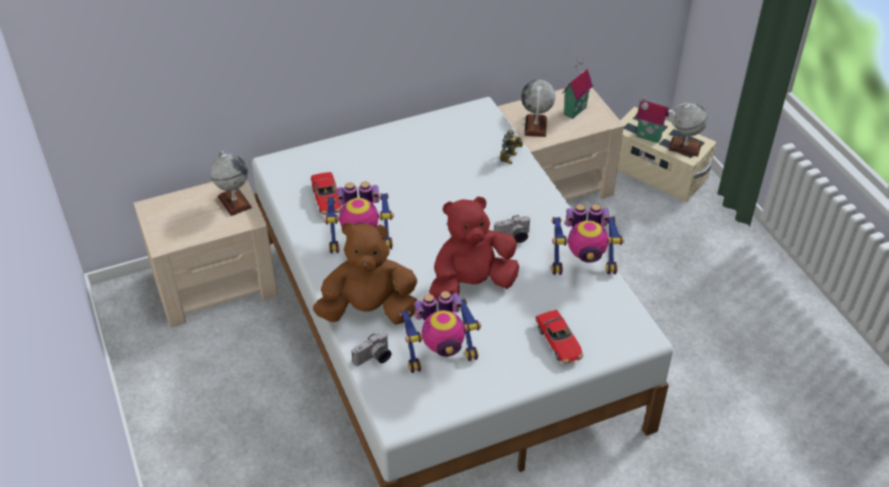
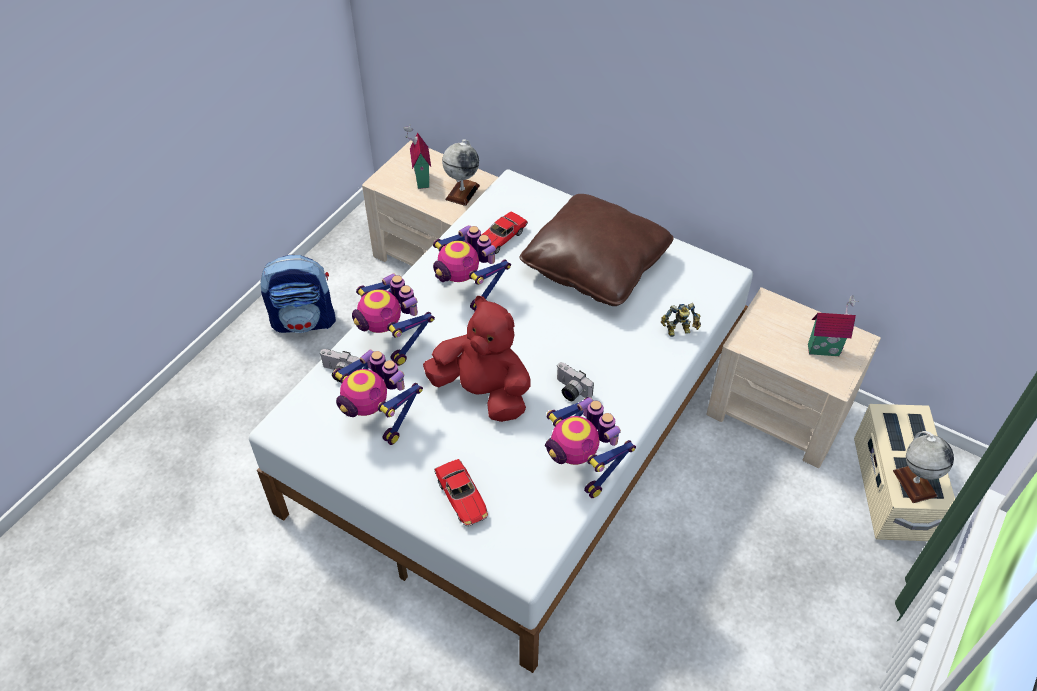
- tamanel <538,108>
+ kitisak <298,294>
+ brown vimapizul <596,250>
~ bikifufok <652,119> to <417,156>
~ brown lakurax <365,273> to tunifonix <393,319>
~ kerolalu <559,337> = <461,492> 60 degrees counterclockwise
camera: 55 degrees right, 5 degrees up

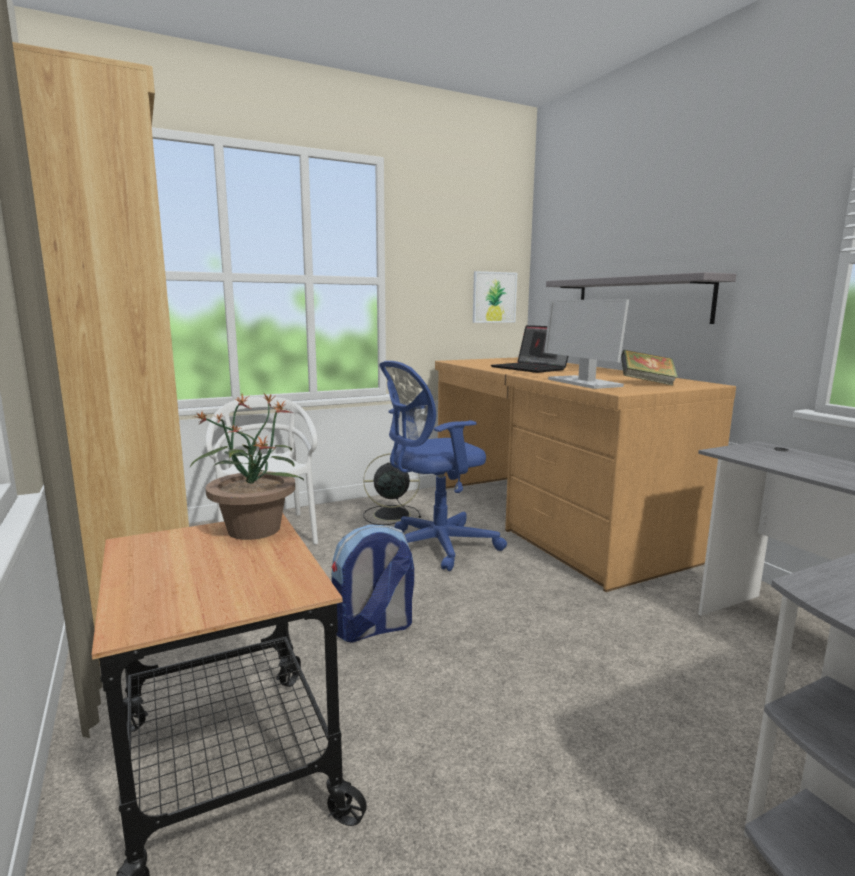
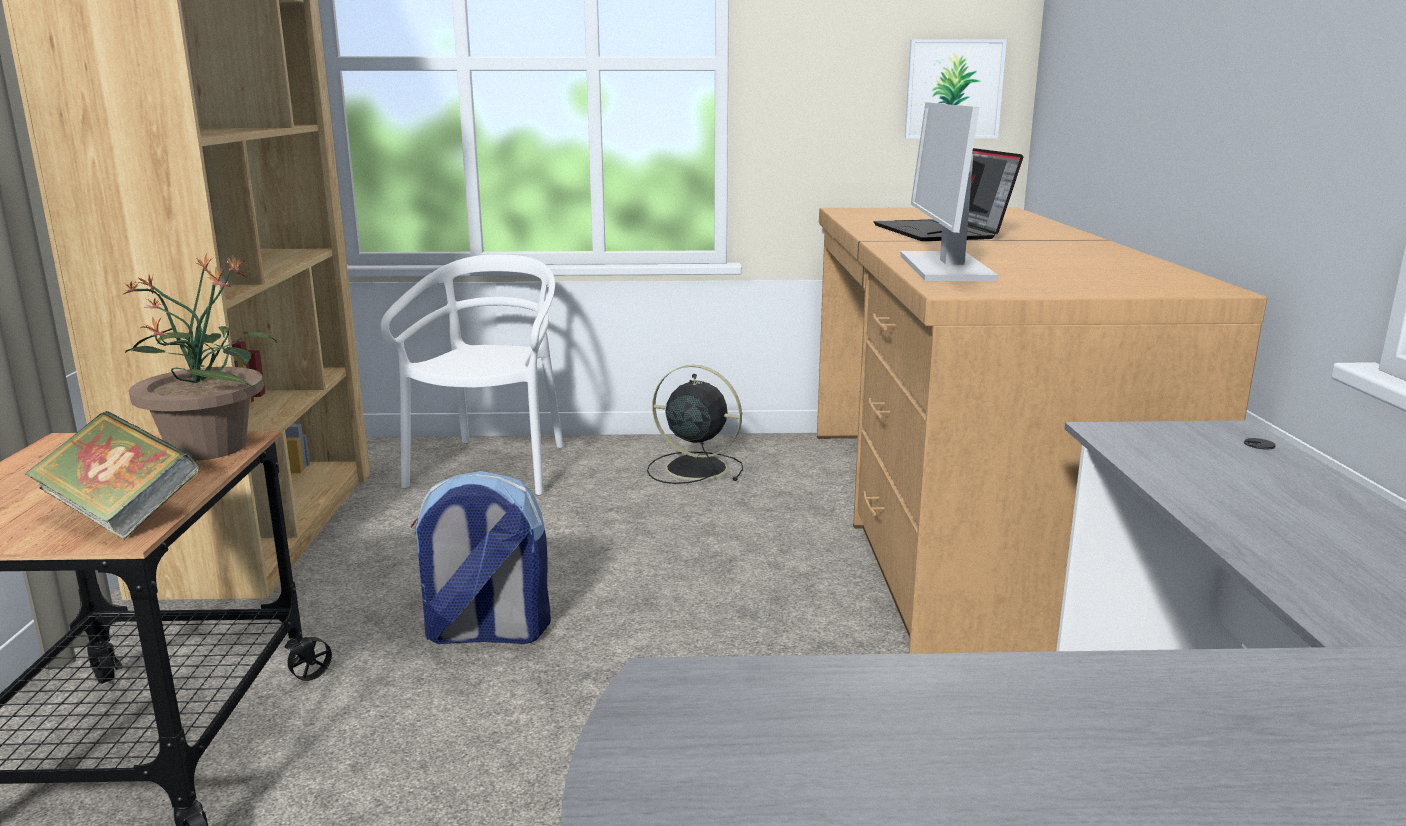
- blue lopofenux <443,466>
- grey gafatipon <641,298>
~ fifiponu <649,368> to <112,475>
camera: 25 degrees right, 5 degrees up

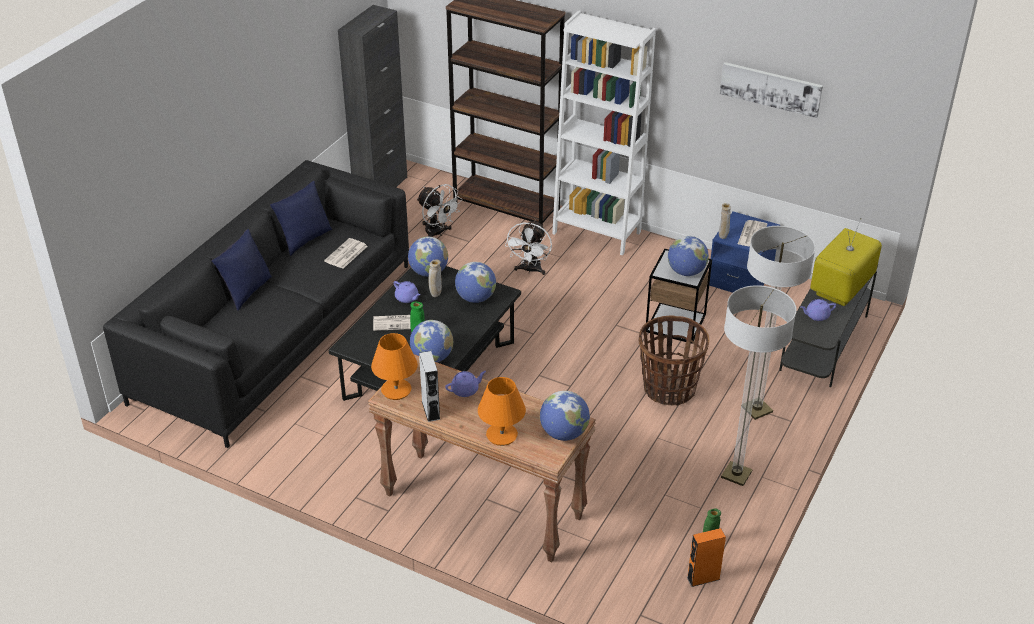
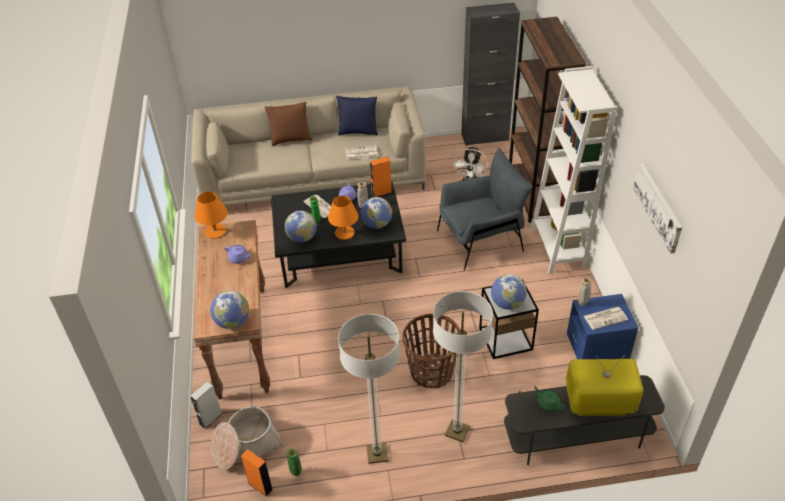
+ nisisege <247,438>
~ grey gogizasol <429,386> to <206,405>
~ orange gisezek <502,411> to <343,218>
~ tamanel <428,257> to orange gogizasol <381,177>
~ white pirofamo <528,247> to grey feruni <485,209>
~ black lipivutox <256,304> to beige lipivutox <308,146>
~ blue vimapizul <242,270> to brown vimapizul <288,124>
~ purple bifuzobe <818,310> to green bifuzobe <549,399>
camera: 55 degrees right, 5 degrees up

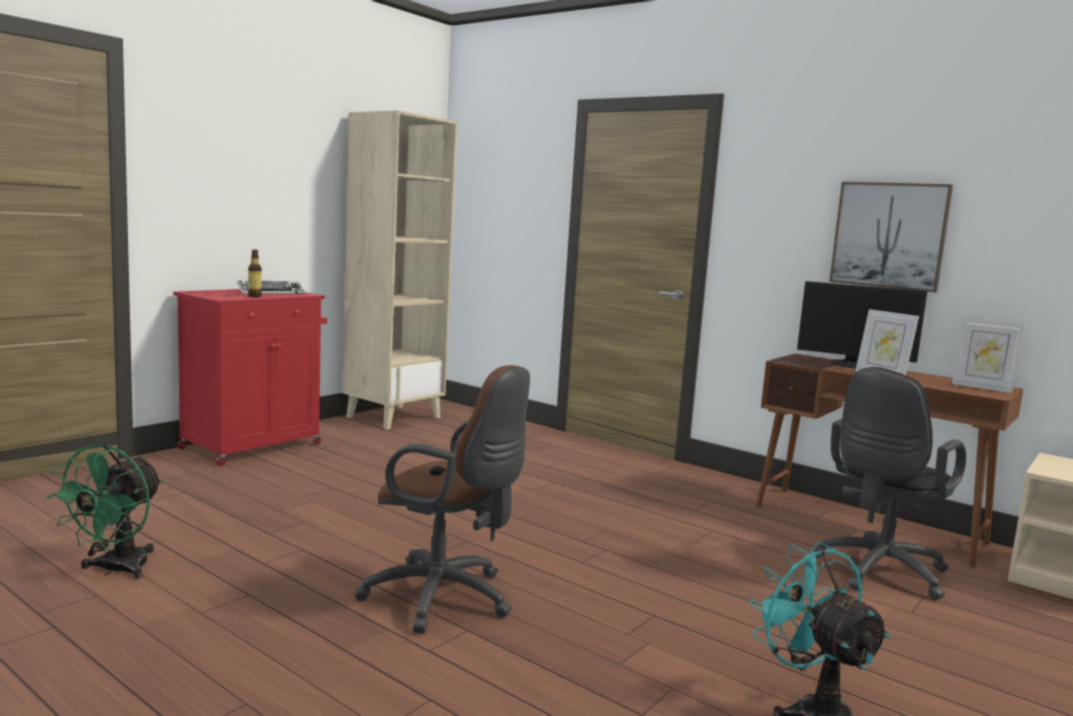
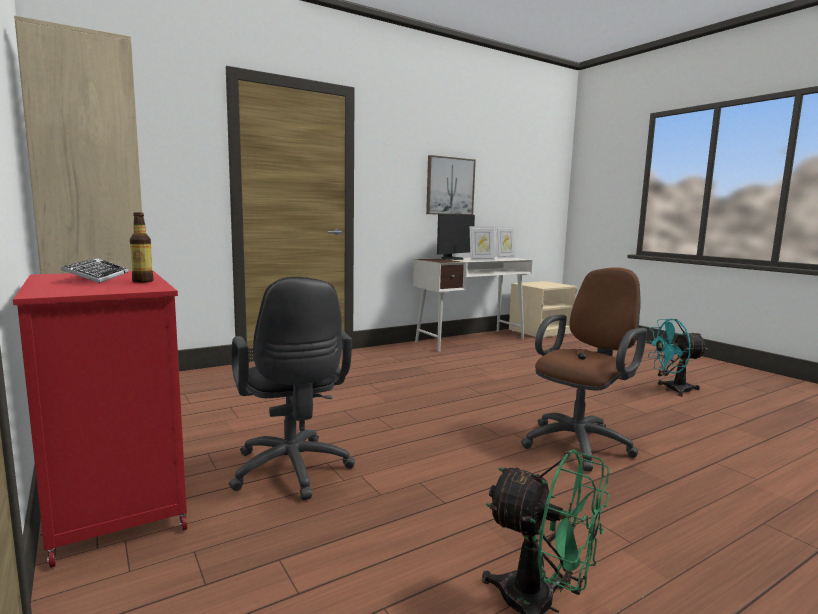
~ black lopofenux <889,483> to <292,388>
~ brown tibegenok <889,460> to white tibegenok <473,304>
camera: 70 degrees left, 0 degrees up

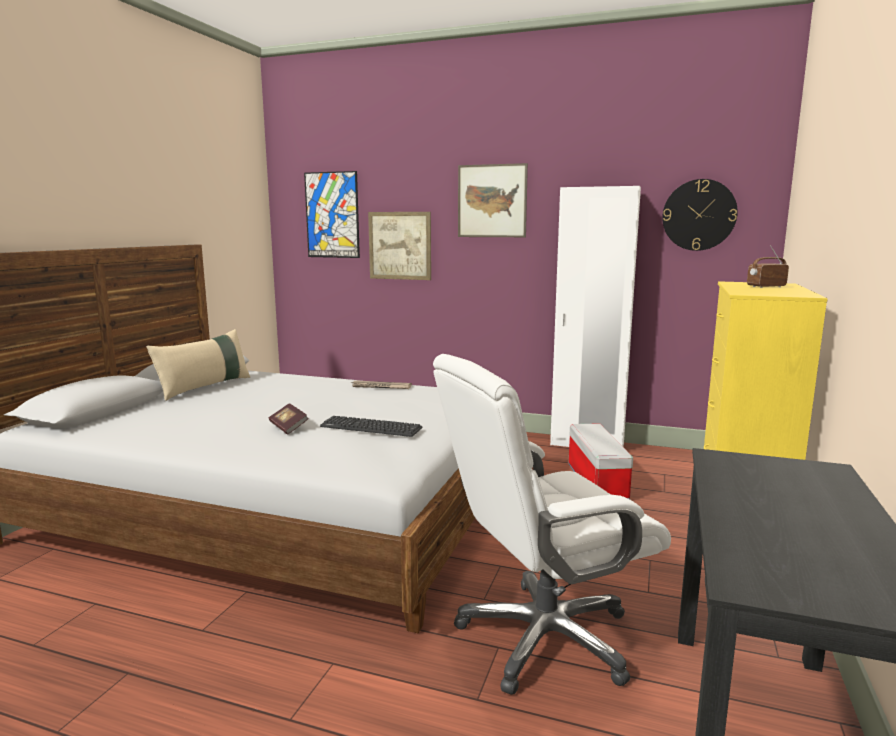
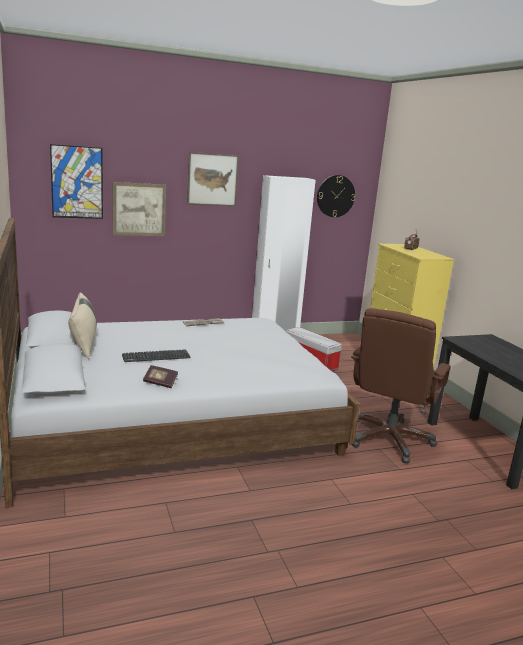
~ fifiponu <289,418> to <160,376>
~ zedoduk <371,426> to <156,355>
~ white lopofenux <552,524> to brown lopofenux <401,385>
camera: 40 degrees left, 5 degrees up

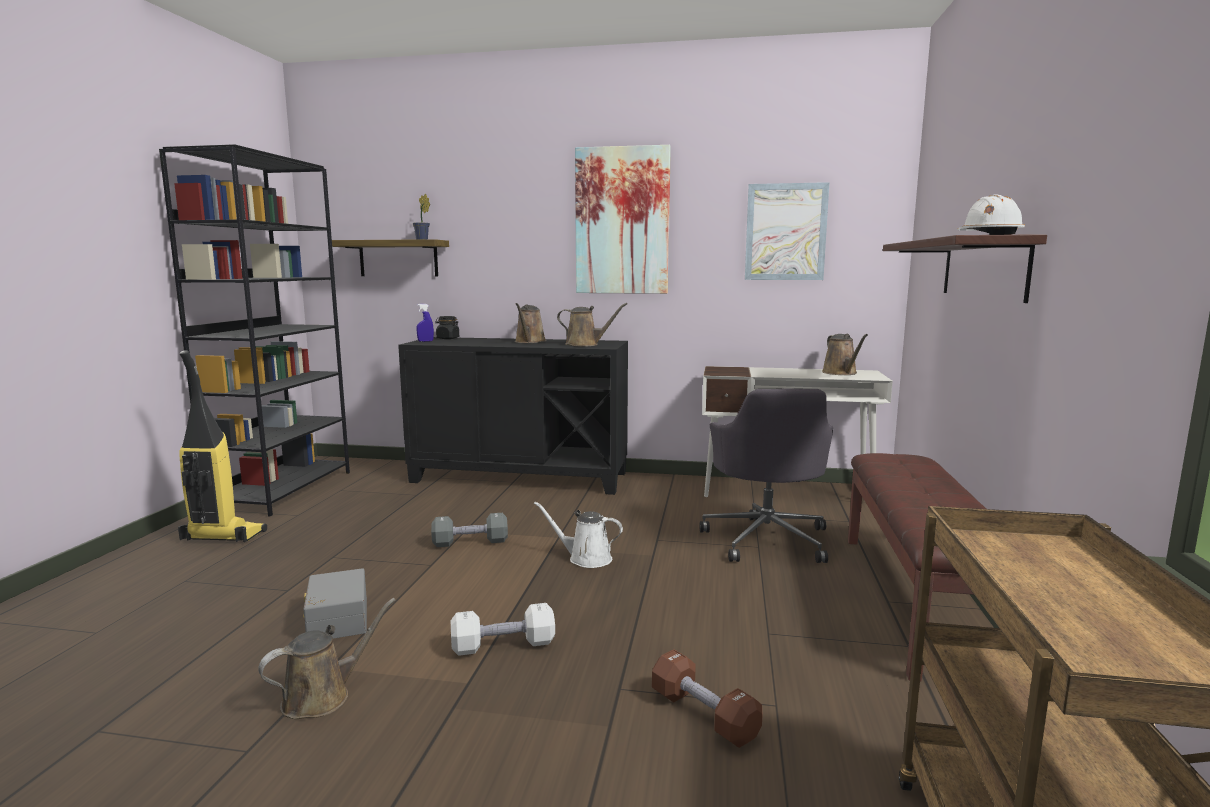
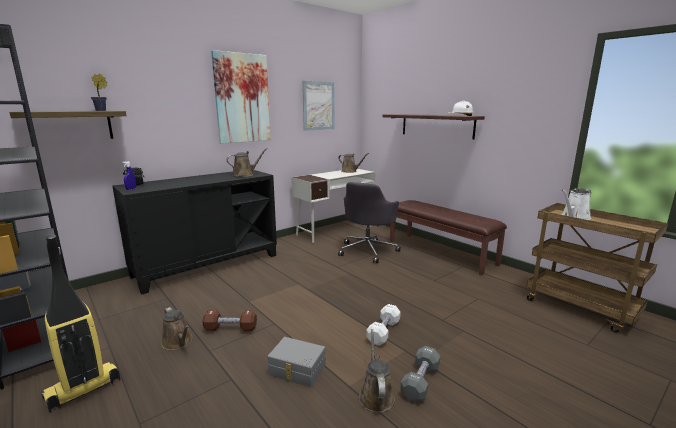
~ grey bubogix <469,530> to <420,374>
~ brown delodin <530,323> to <177,328>
~ white delodin <578,535> to <576,204>
~ brown bubogix <707,698> to <229,320>
~ grey lopofenux <766,475> = <369,222> 75 degrees clockwise
camera: 50 degrees left, 5 degrees up

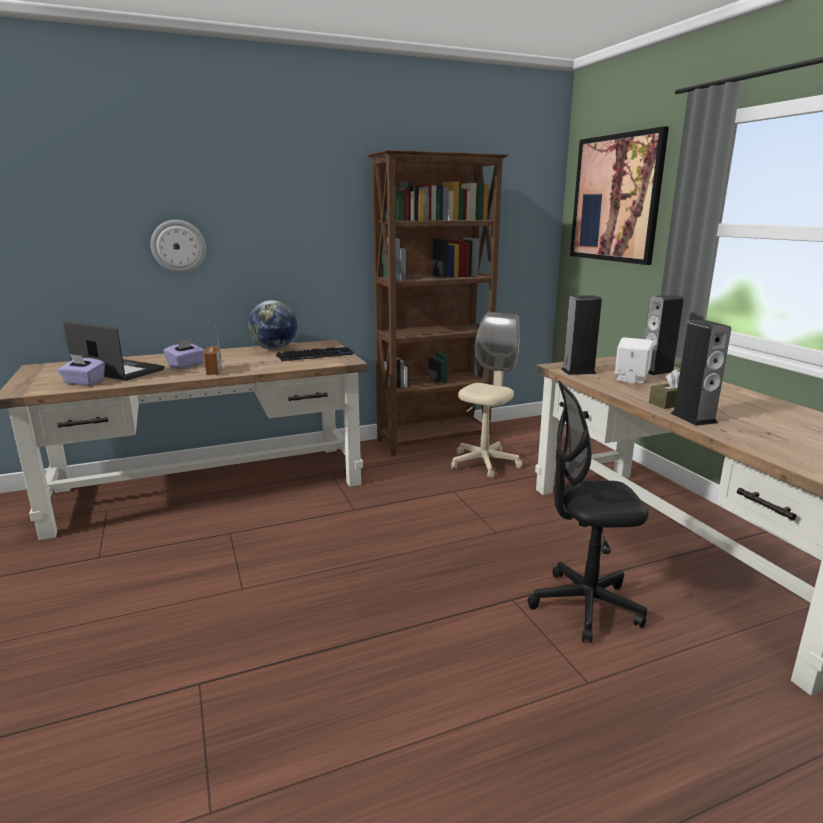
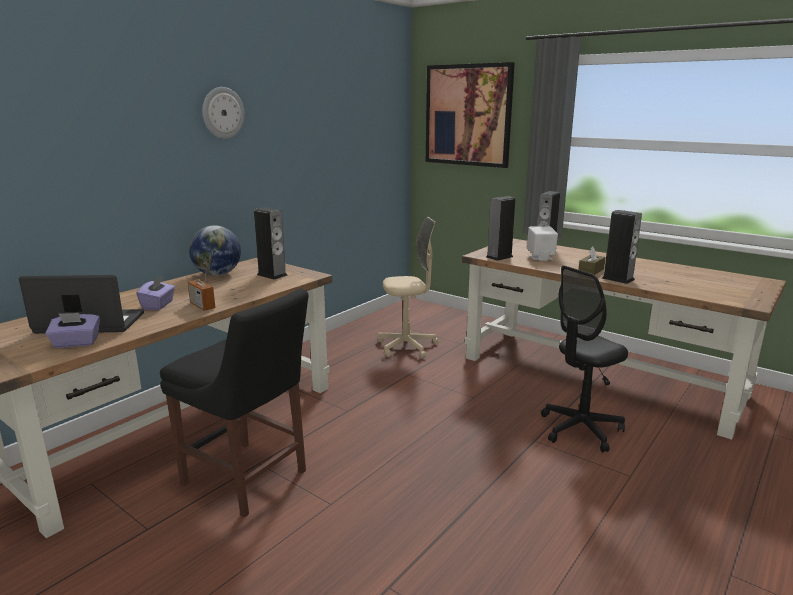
- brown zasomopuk <438,303>
+ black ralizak <234,403>
~ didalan <178,246> to <223,113>
~ zedoduk <315,354> to gogizasol <271,244>
~ beige lopofenux <486,395> = <408,288> 75 degrees clockwise
camera: 30 degrees left, 0 degrees up

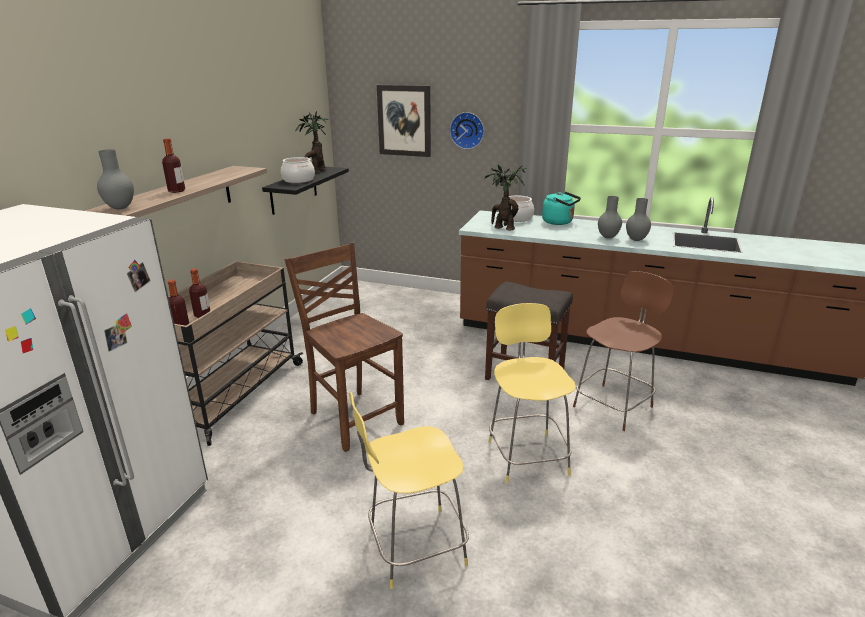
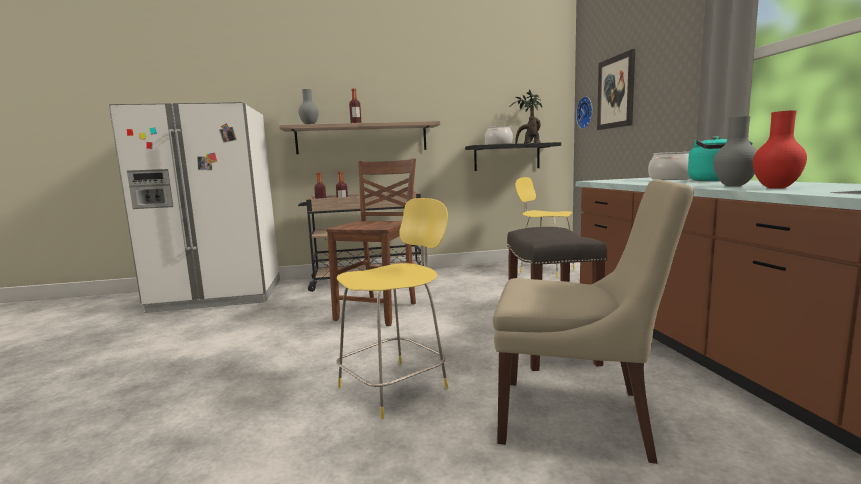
- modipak <505,198>
~ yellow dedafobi <409,490> to <545,227>
~ didalan <467,130> to <584,112>
~ brown dedafobi <623,351> to beige ralizak <593,321>
~ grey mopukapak <638,219> to red mopukapak <780,149>
camera: 60 degrees right, 15 degrees down

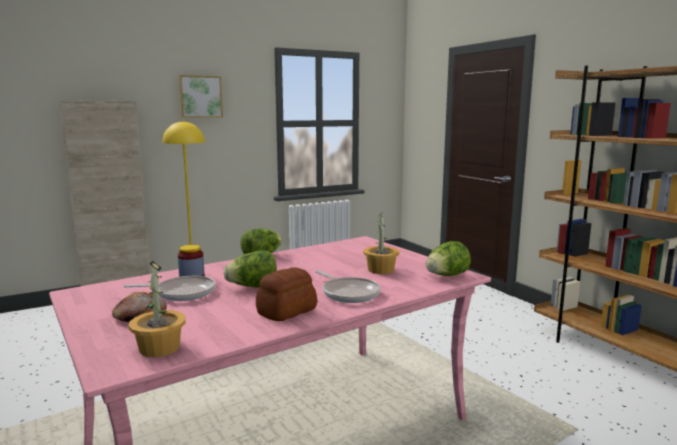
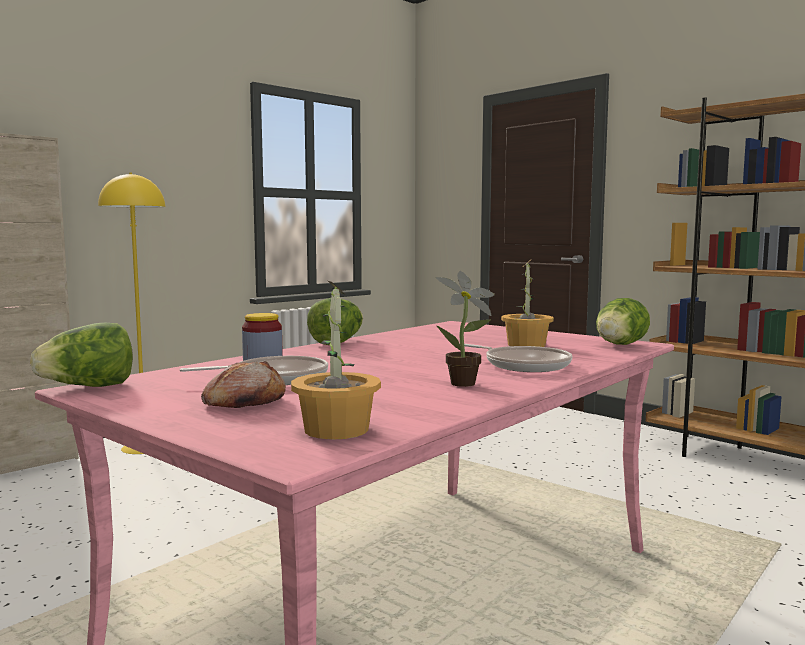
- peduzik <201,96>
~ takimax <250,268> to <81,355>
~ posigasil <286,294> to modipak <465,329>
camera: 15 degrees left, 5 degrees down

